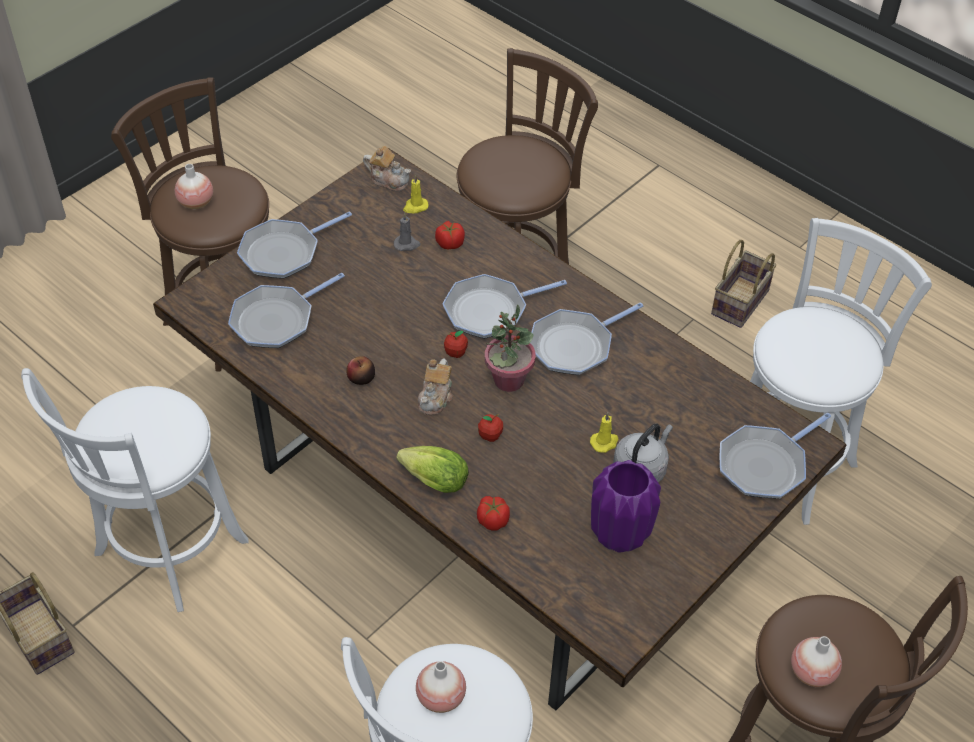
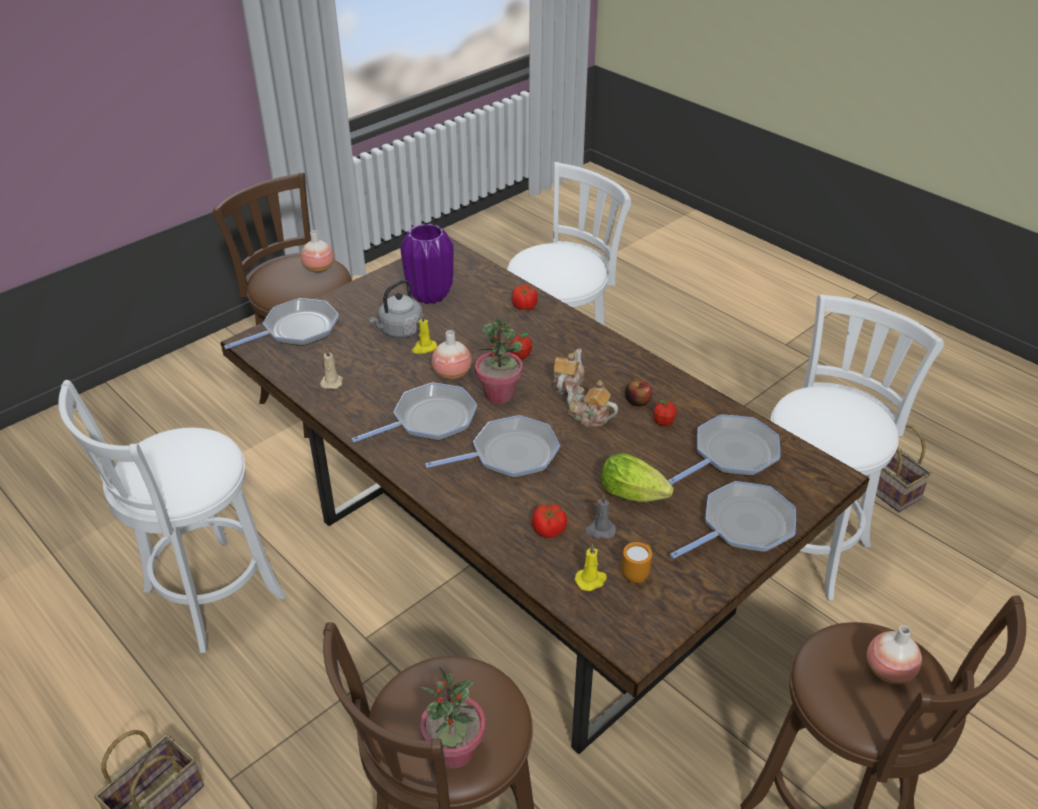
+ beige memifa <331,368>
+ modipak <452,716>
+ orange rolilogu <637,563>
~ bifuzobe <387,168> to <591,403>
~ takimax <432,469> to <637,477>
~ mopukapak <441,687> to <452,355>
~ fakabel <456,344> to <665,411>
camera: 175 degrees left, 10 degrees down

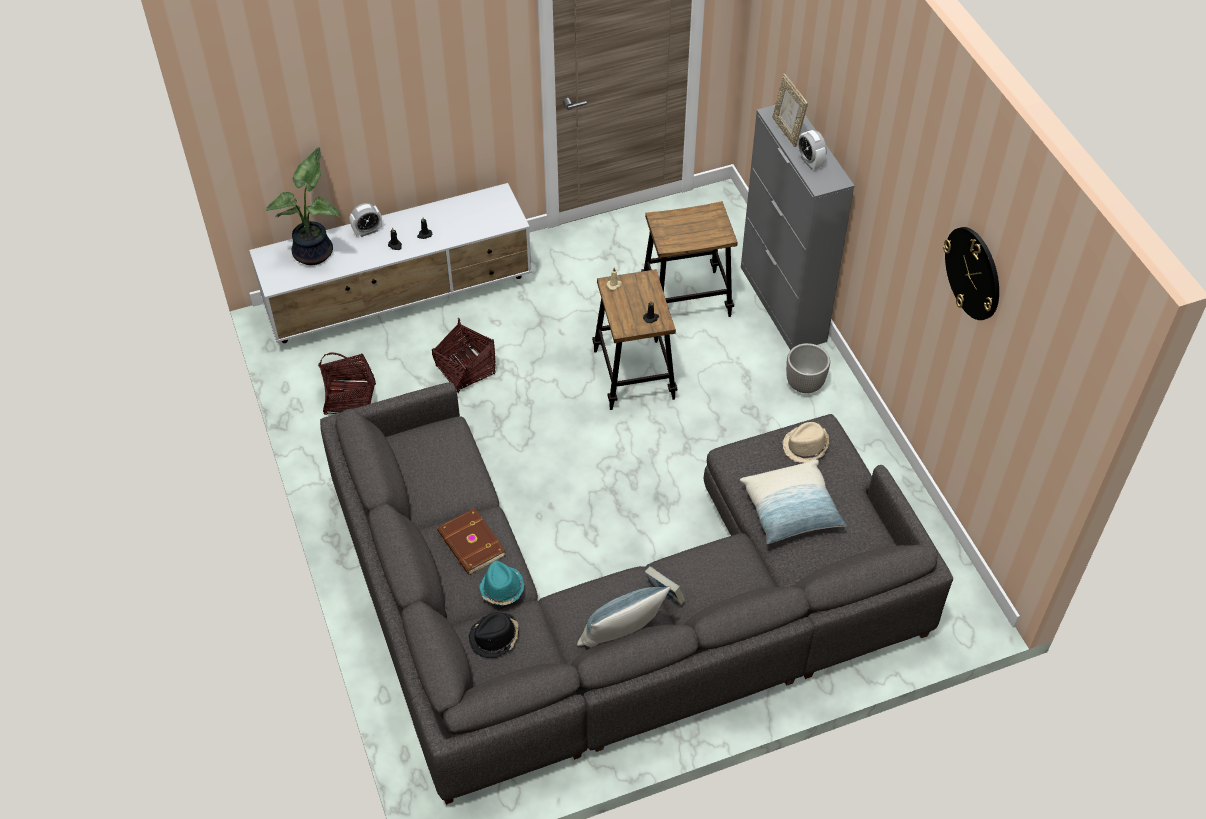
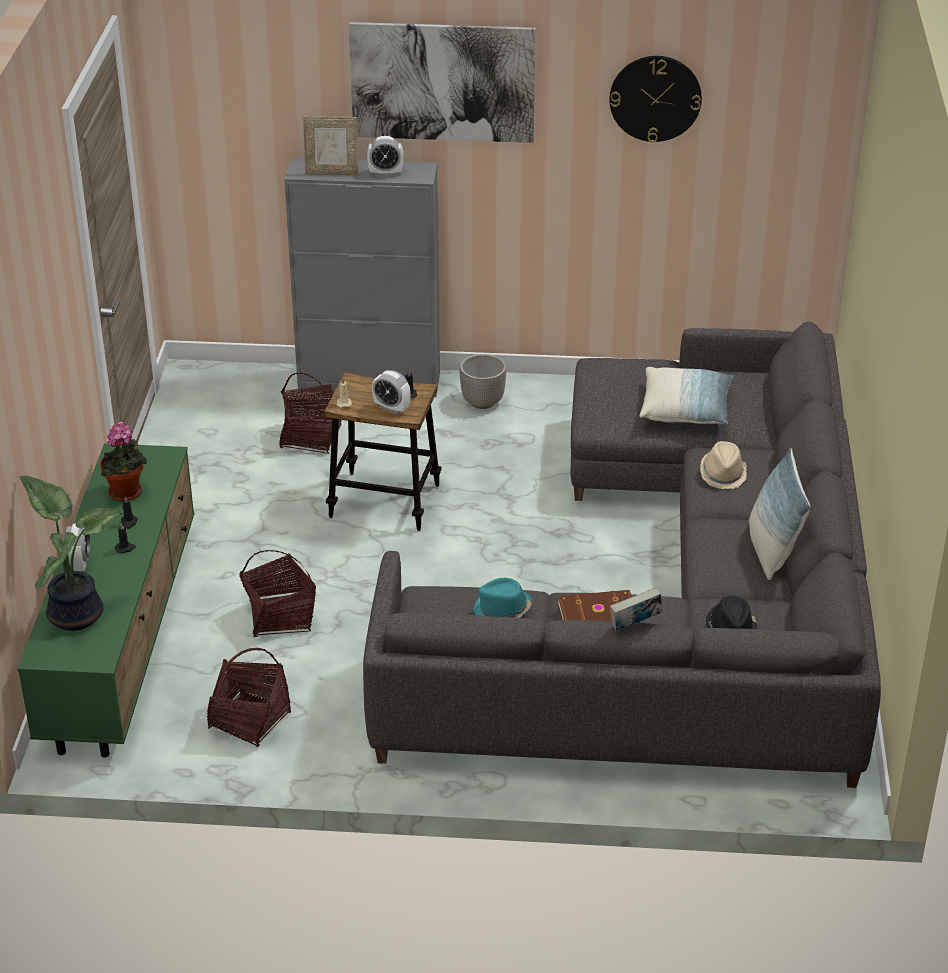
+ modipak <123,461>
+ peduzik <442,82>
+ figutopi <391,392>
~ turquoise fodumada <501,583> to <502,598>
~ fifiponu <665,585> to <636,609>
~ beige fodumada <806,442> to <723,465>
~ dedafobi <689,259> to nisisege <310,413>
~ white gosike <390,263> to green gosike <105,600>
camera: 65 degrees left, 15 degrees down

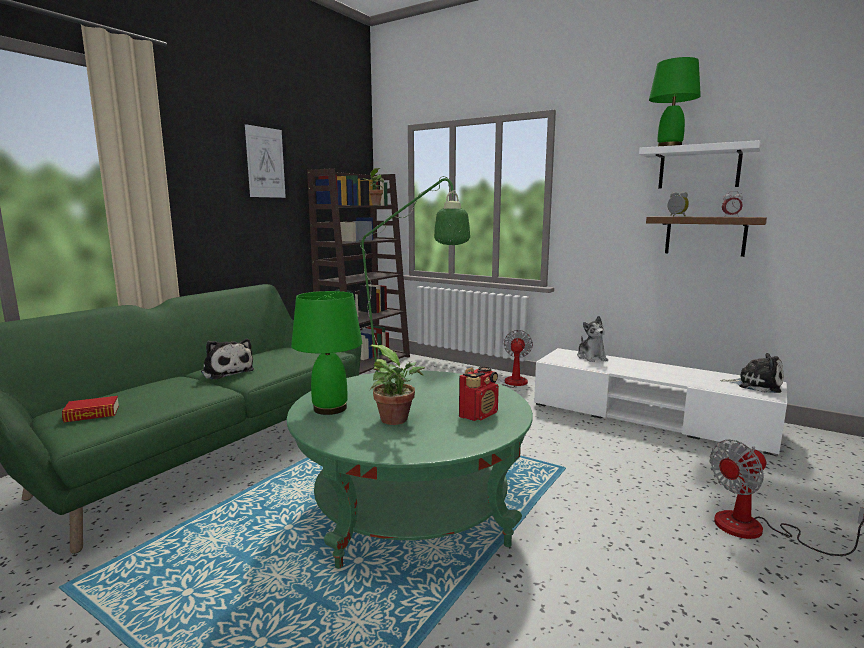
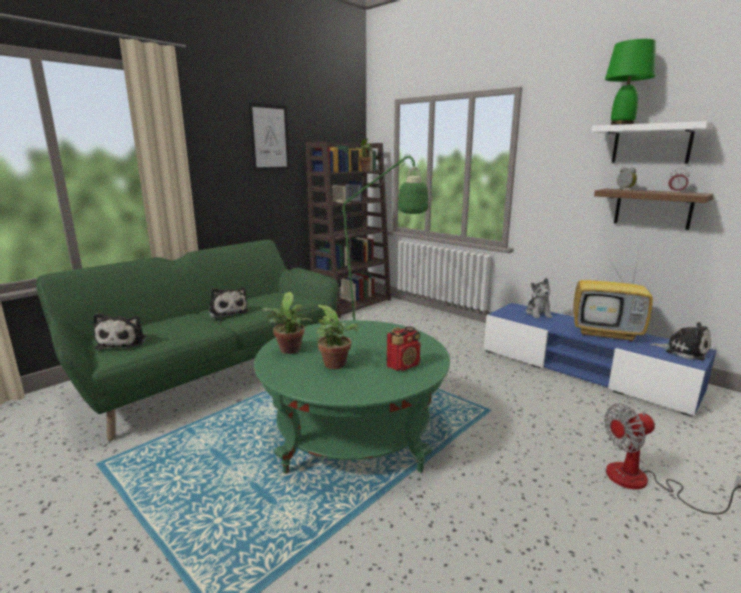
- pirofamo <500,359>
+ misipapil <613,297>
~ fifiponu <90,409> to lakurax <120,331>
~ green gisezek <326,353> to modipak <287,323>
~ white gosike <660,402> to blue gosike <600,360>
camera: 10 degrees right, 5 degrees up

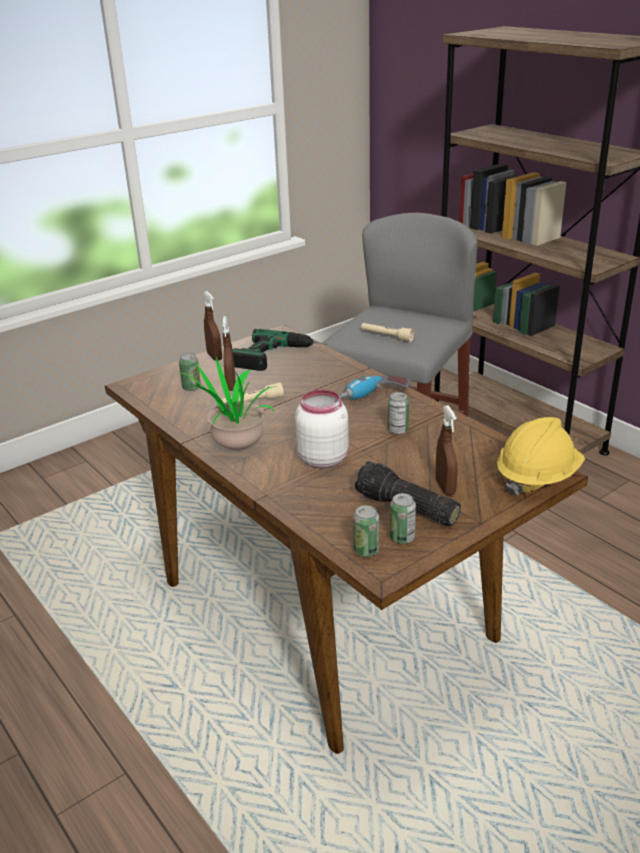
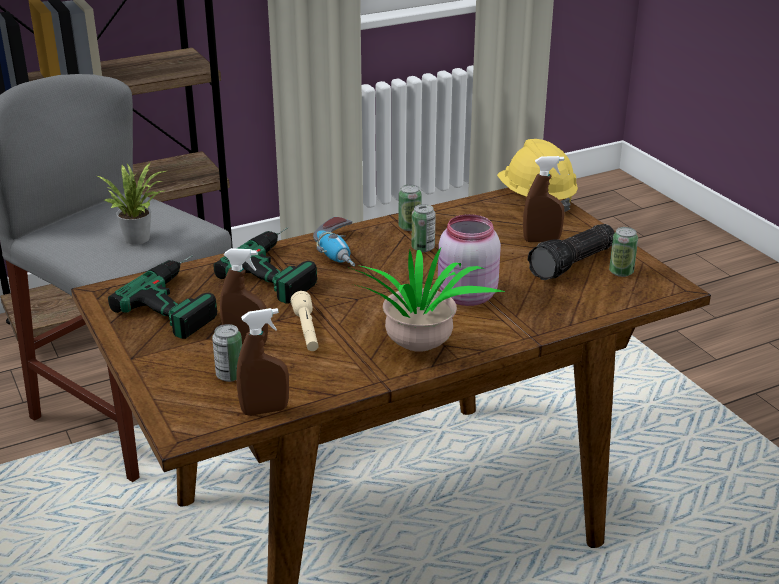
+ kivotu <265,265>
~ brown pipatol <212,326> to <262,362>
~ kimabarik <366,531> to <410,208>
~ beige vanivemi <387,332> to modipak <131,203>
~ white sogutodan <322,428> to pink sogutodan <469,260>
camera: 80 degrees left, 0 degrees up

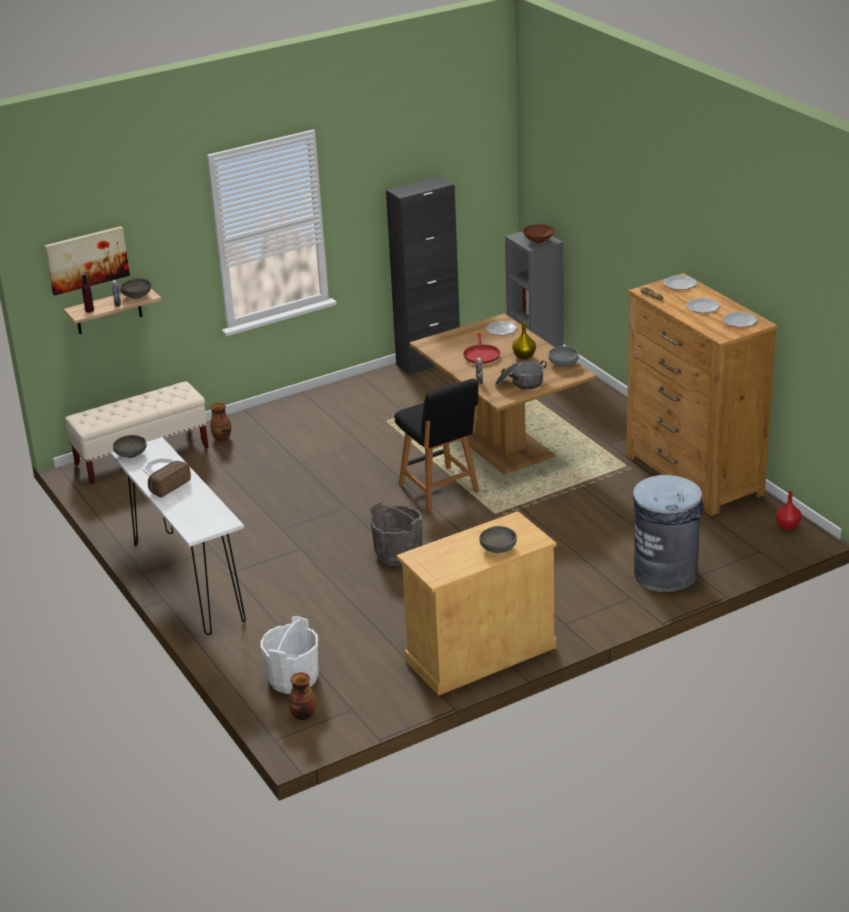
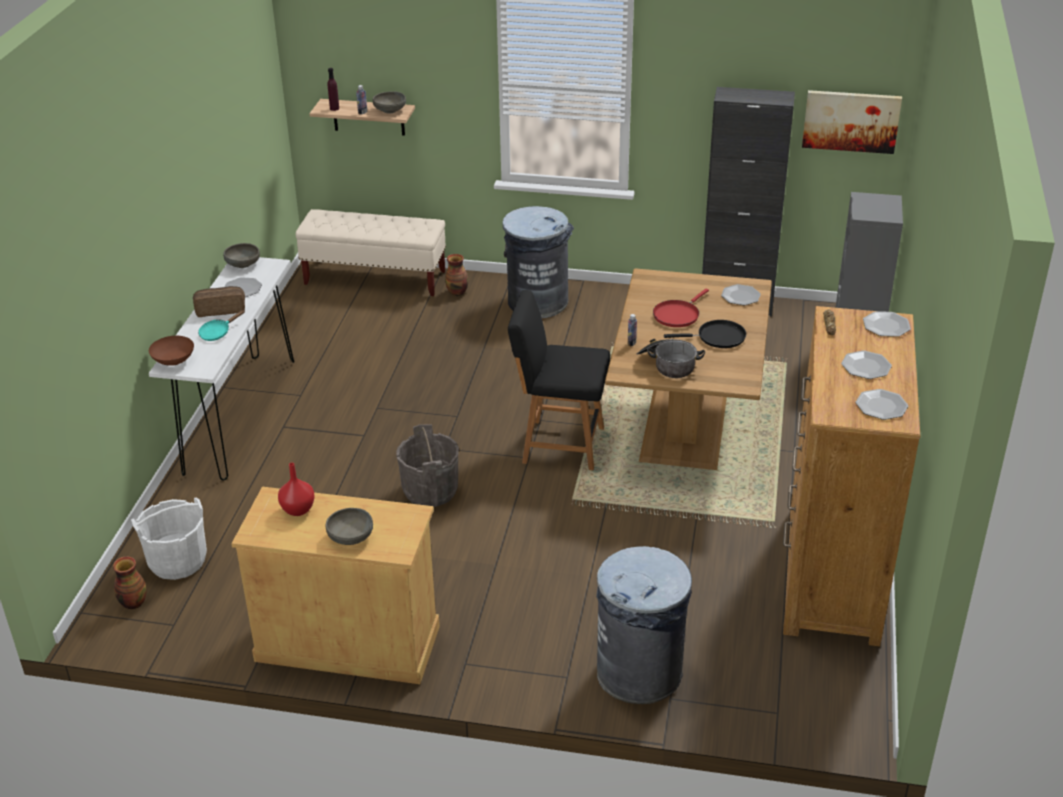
- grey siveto <563,356>
+ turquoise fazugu <221,325>
+ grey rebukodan <538,262>
~ peduzik <87,261> to <852,122>
~ brown siveto <538,233> to <171,351>
~ red mopukapak <789,510> to <296,489>
~ yellow mopukapak <524,341> to black fazugu <705,334>
~ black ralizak <437,444> = <559,380> 90 degrees clockwise
camera: 40 degrees right, 5 degrees up

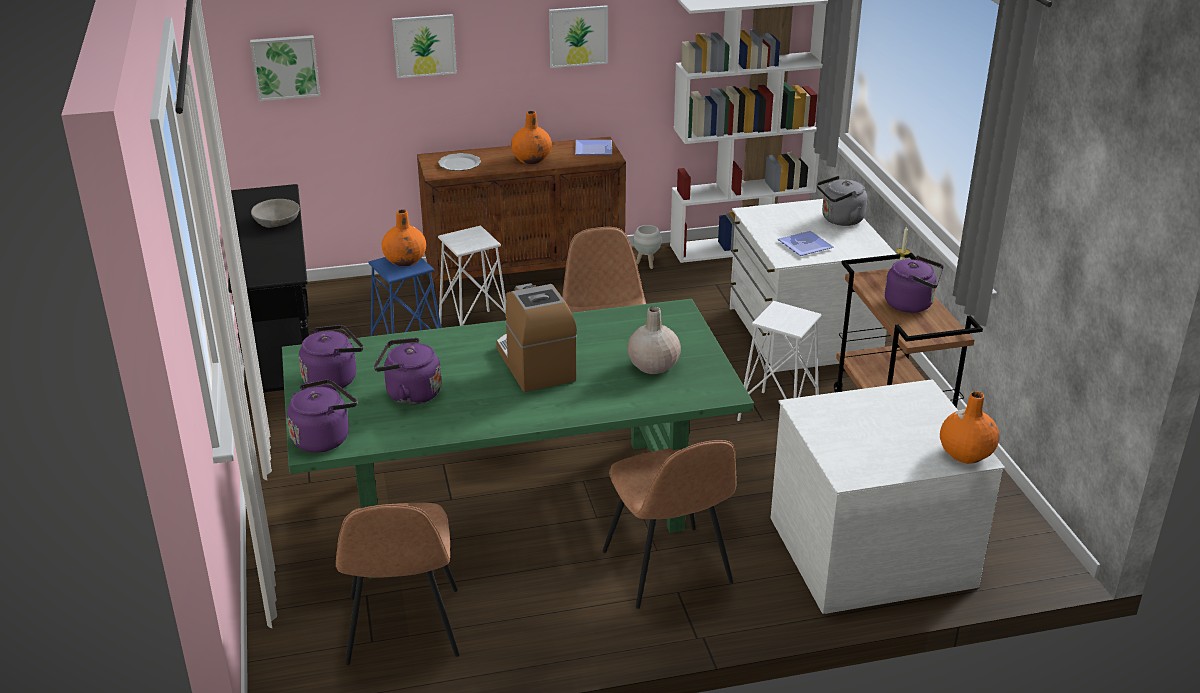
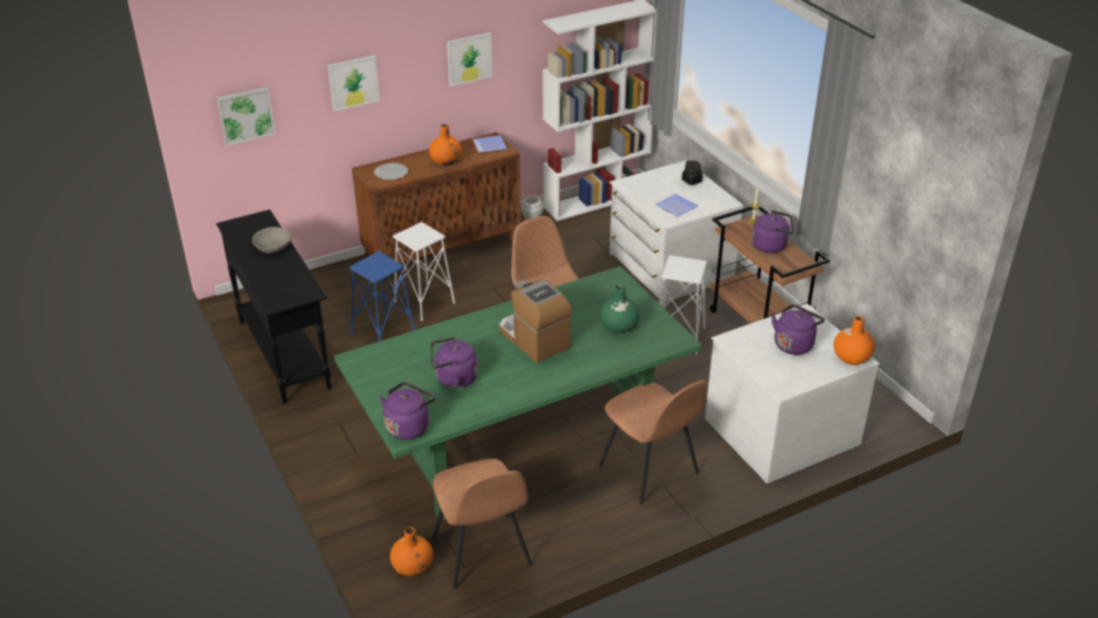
~ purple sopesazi <331,358> to <798,329>
~ orange mopukapak <404,237> to <411,551>
~ grey sopesazi <842,201> to black sogutodan <692,172>
~ beige mopukapak <654,340> to green mopukapak <620,309>
camera: 15 degrees left, 5 degrees up

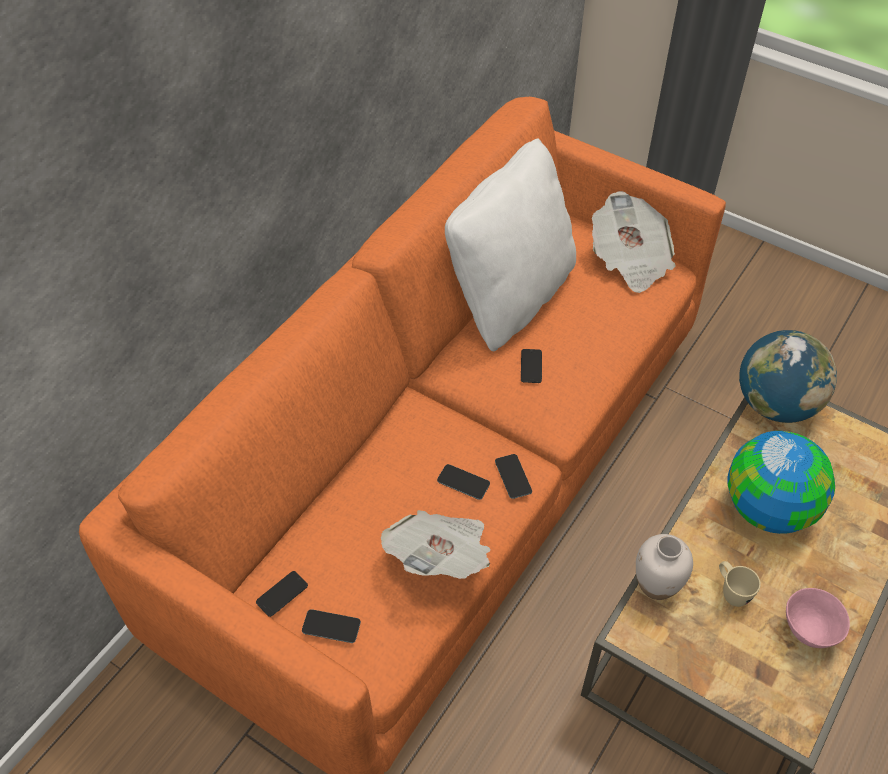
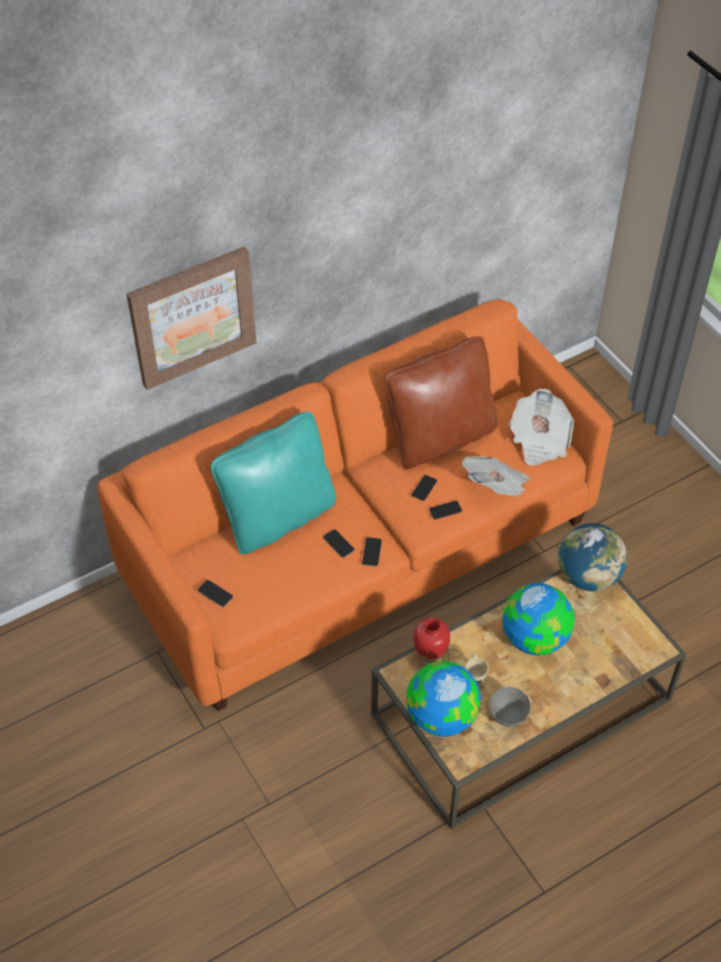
+ peduzik <191,318>
+ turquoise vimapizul <273,483>
+ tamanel <443,699>
~ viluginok <282,594> to <445,510>
~ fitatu <436,544> to <496,476>
~ white vimapizul <510,245> to brown vimapizul <440,403>
~ white mopukapak <664,567> to red mopukapak <431,640>
~ pink siveto <818,618> to grey siveto <510,707>
camera: 25 degrees right, 0 degrees up

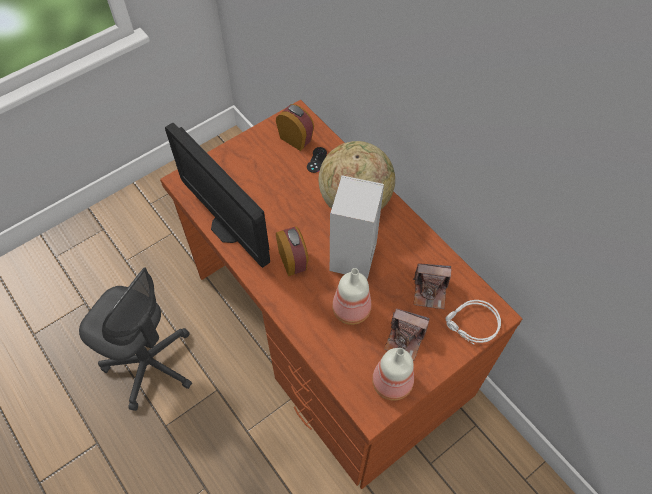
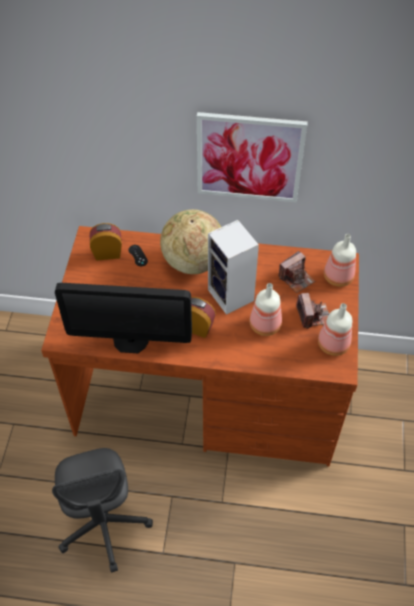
+ peduzik <252,157>
~ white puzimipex <473,322> to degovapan <340,260>
~ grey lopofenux <135,339> = <102,510> 90 degrees clockwise
~ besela <407,334> = <312,311> 75 degrees counterclockwise
camera: 45 degrees left, 5 degrees down

